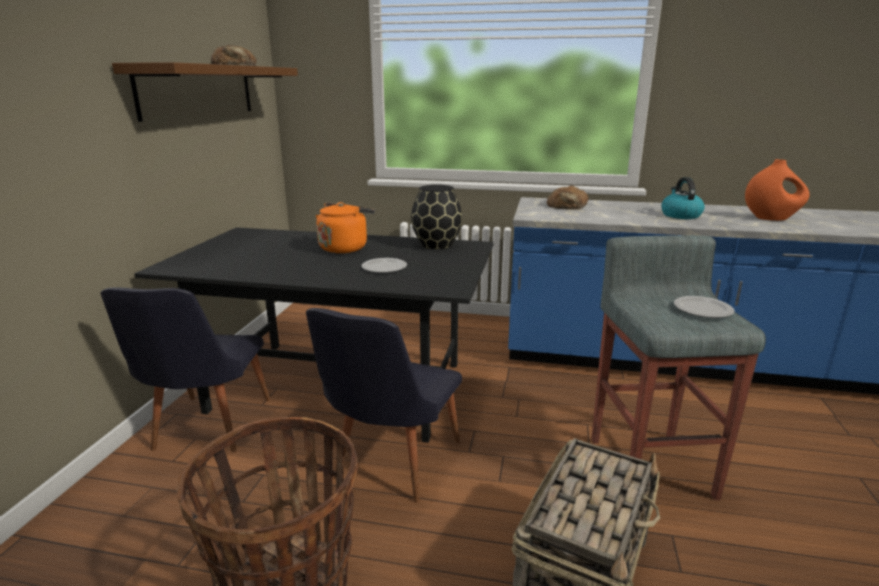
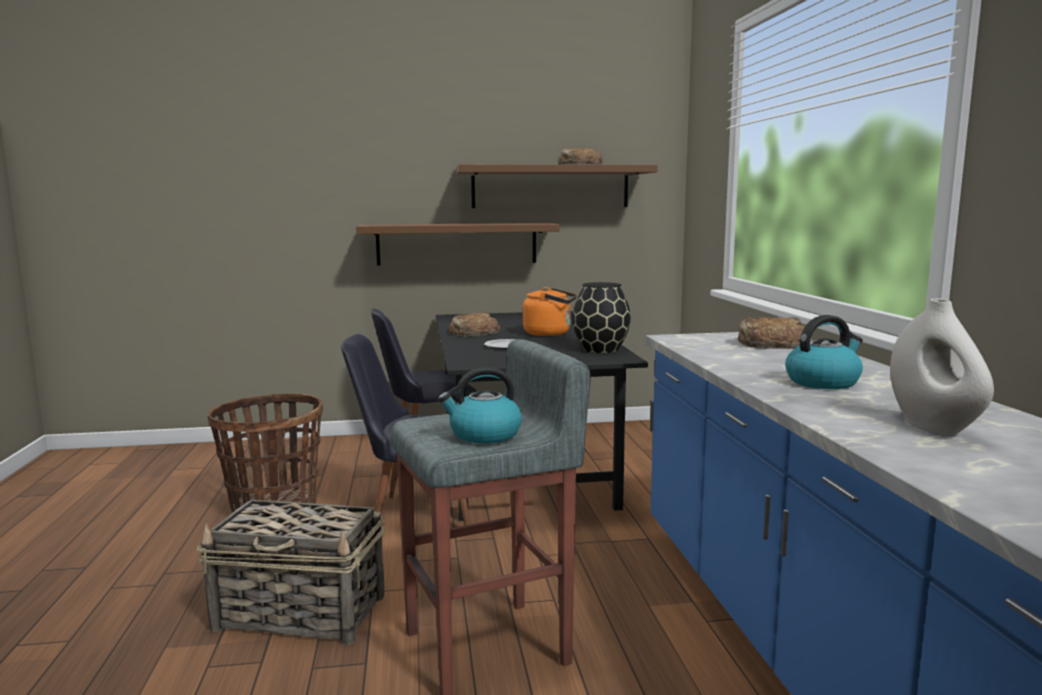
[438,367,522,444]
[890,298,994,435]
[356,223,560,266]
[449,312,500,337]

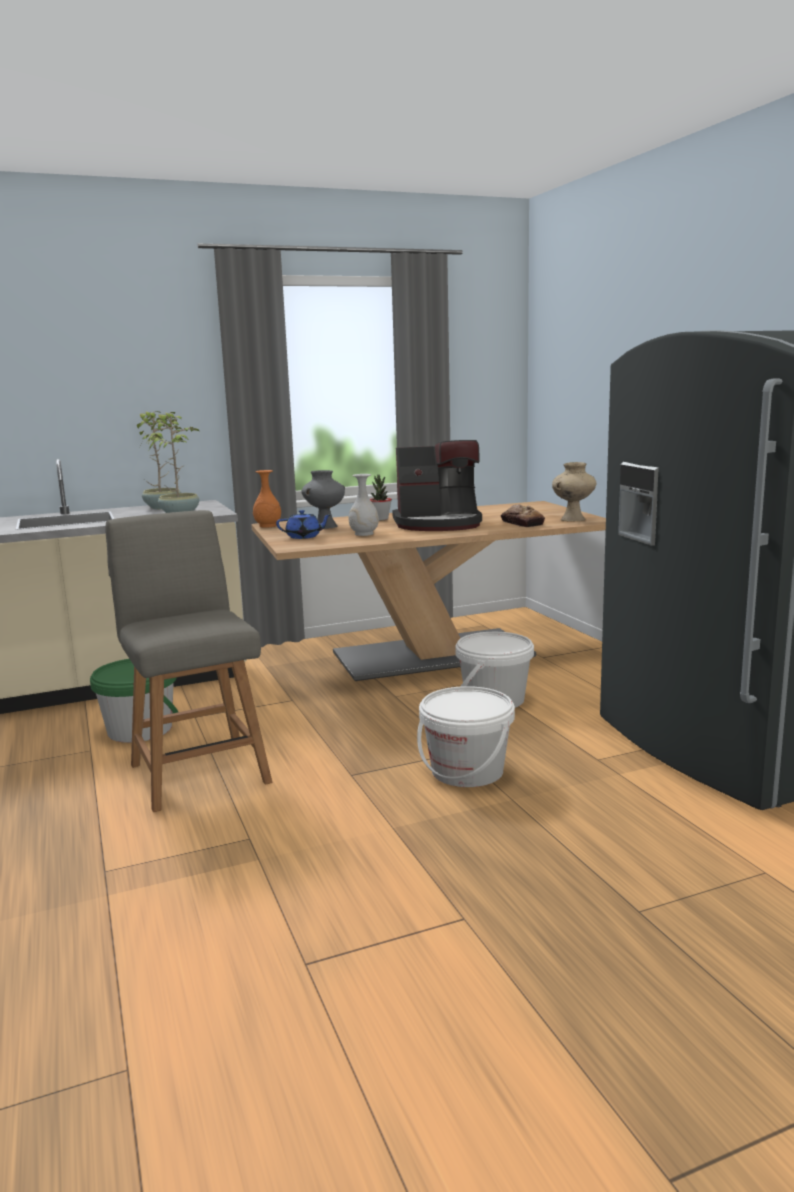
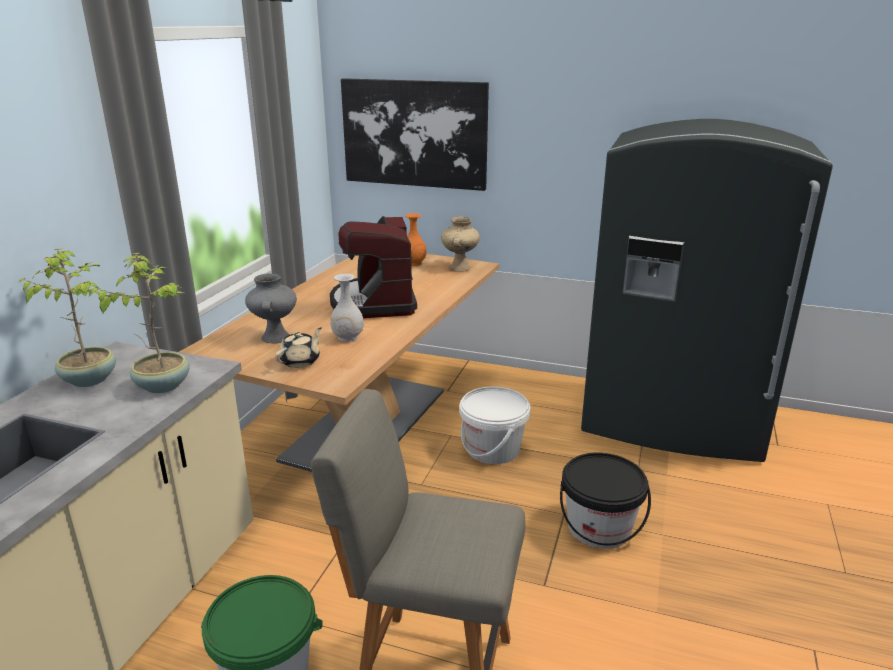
[405,213,427,266]
[275,327,322,368]
[370,475,392,520] (first image)
[330,216,417,318]
[560,453,651,549]
[501,504,545,527] (first image)
[341,78,489,191]

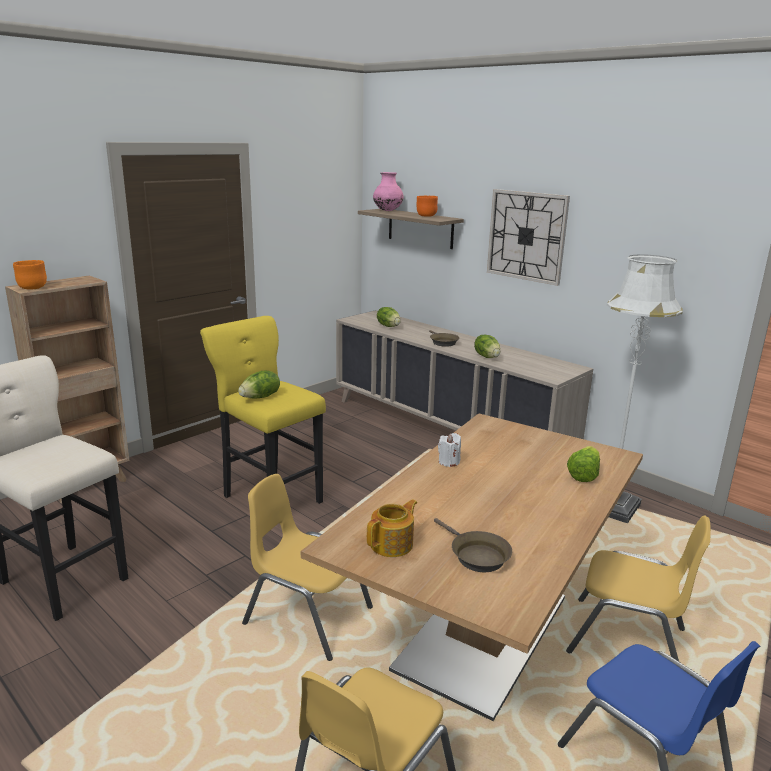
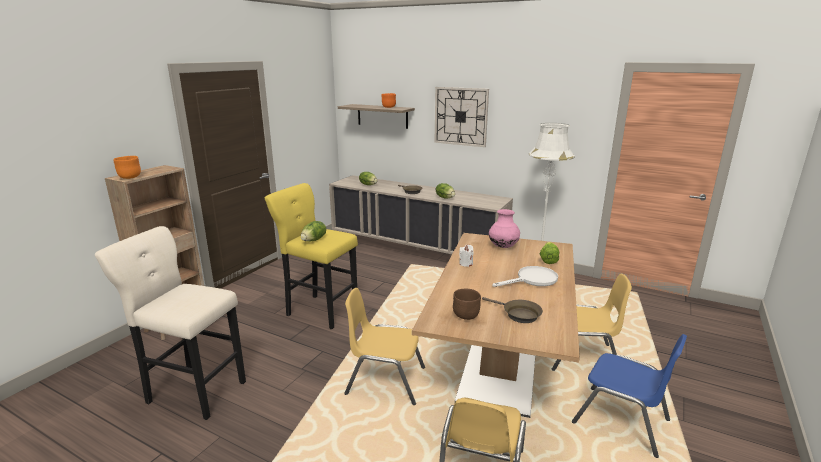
[453,289,481,320]
[489,209,520,248]
[493,266,558,287]

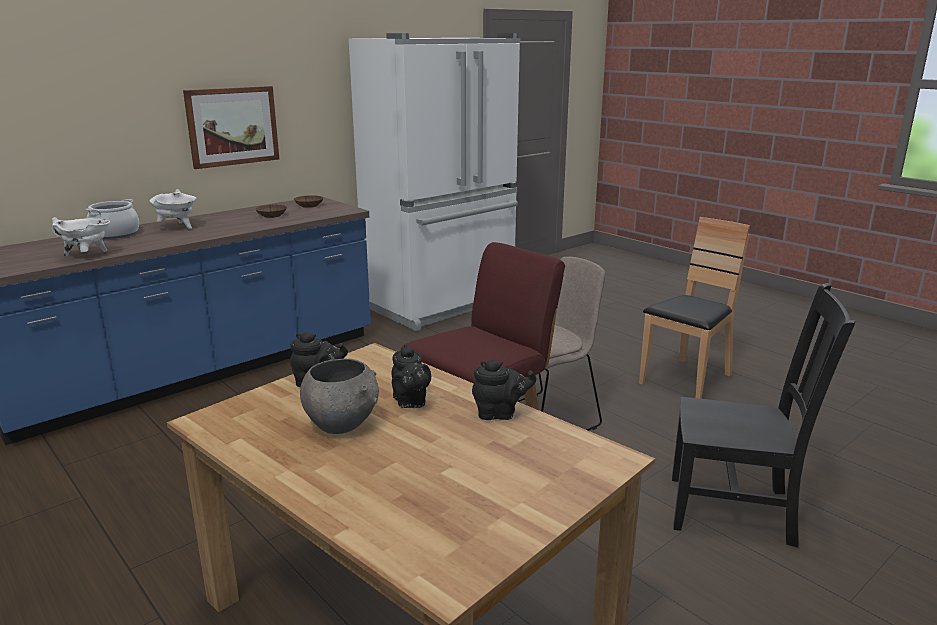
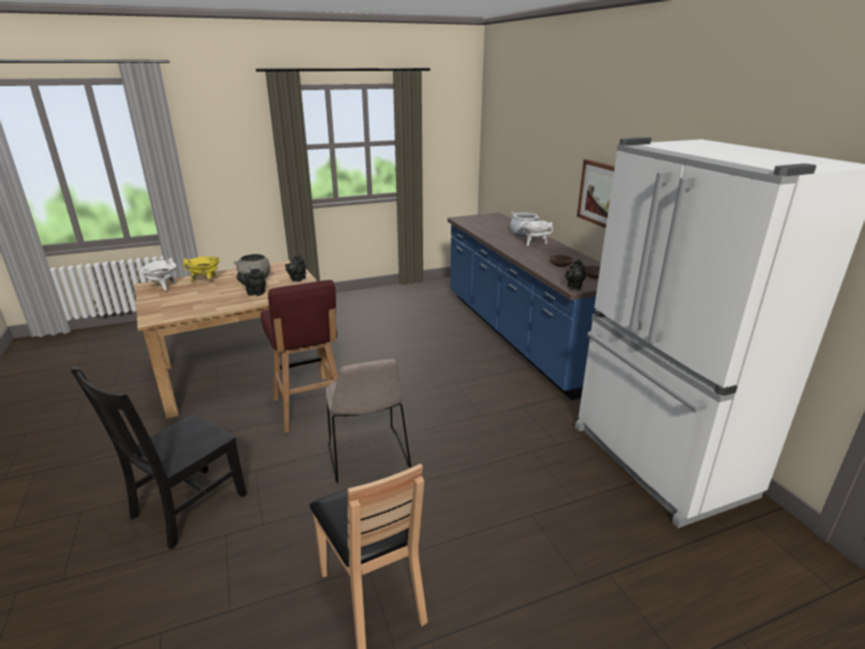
[142,258,177,291]
[565,259,586,291]
[183,256,220,282]

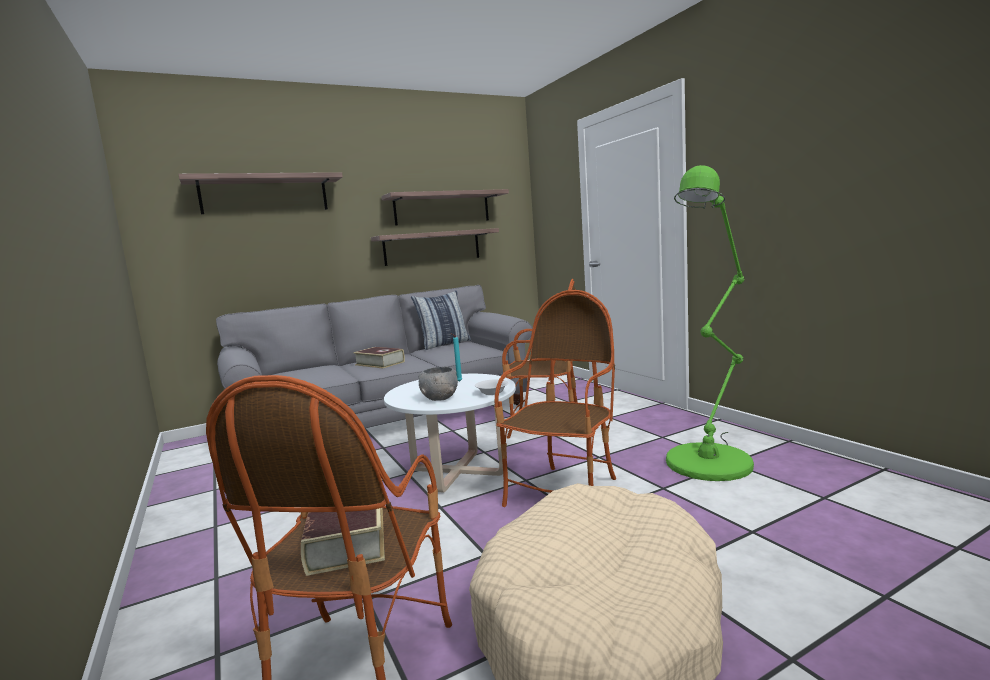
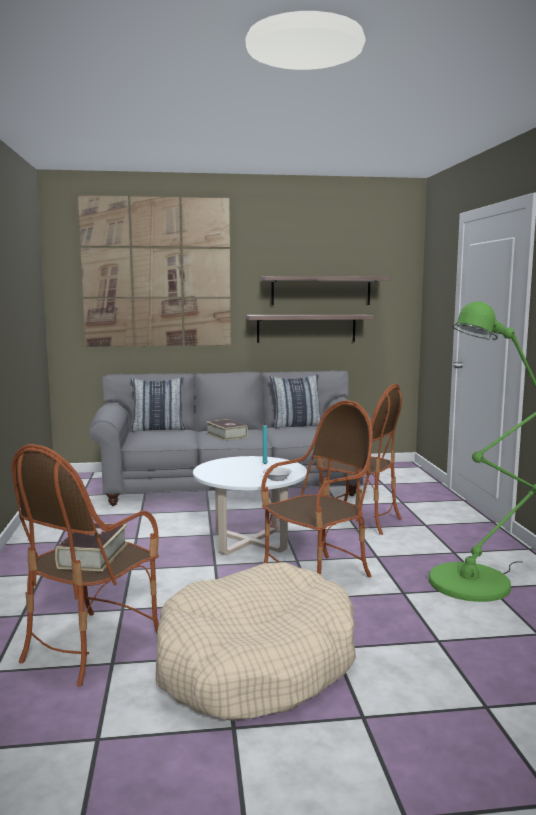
[78,195,231,347]
[418,367,458,401] (first image)
[131,377,185,432]

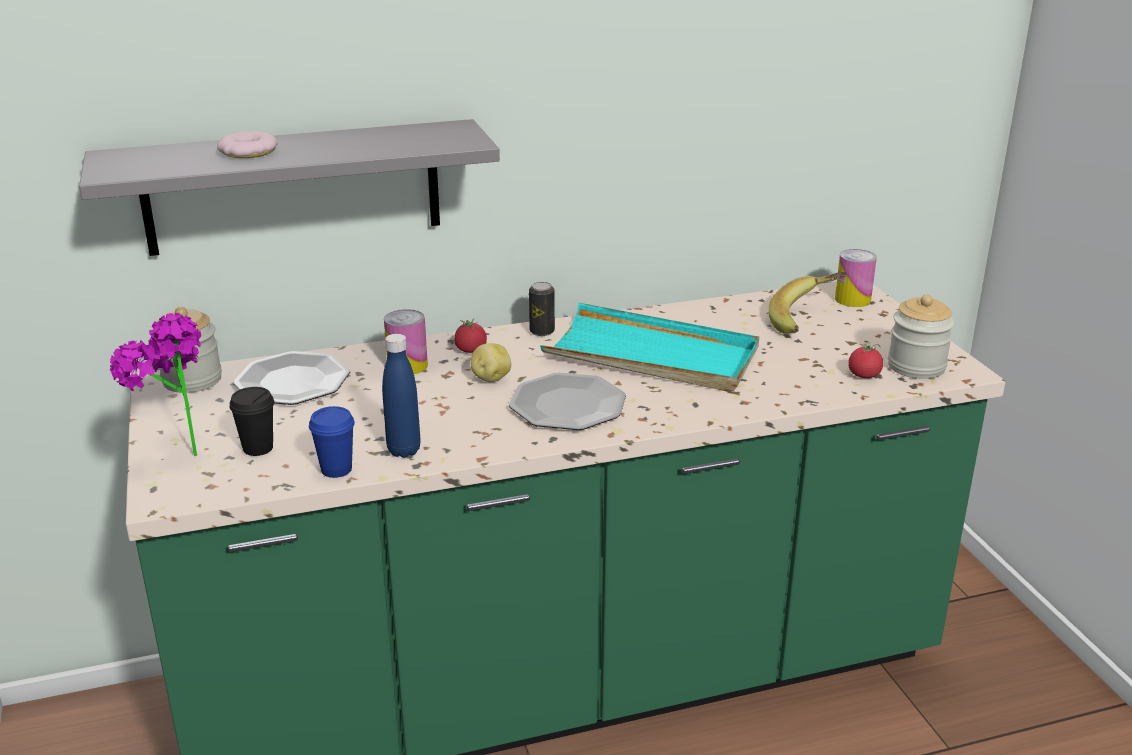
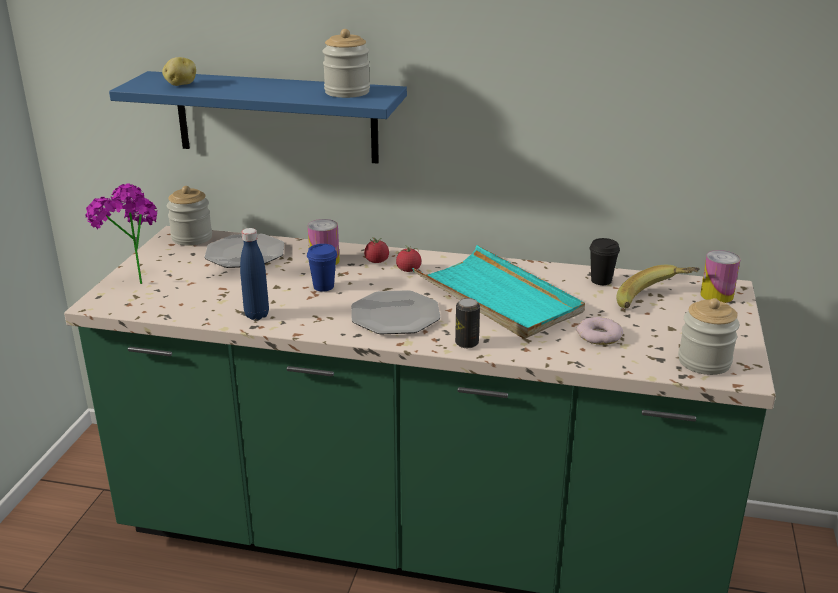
[109,71,407,164]
[576,317,623,345]
[589,238,620,285]
[307,244,337,292]
[162,57,196,86]
[455,298,480,348]
[396,245,421,272]
[322,29,370,98]

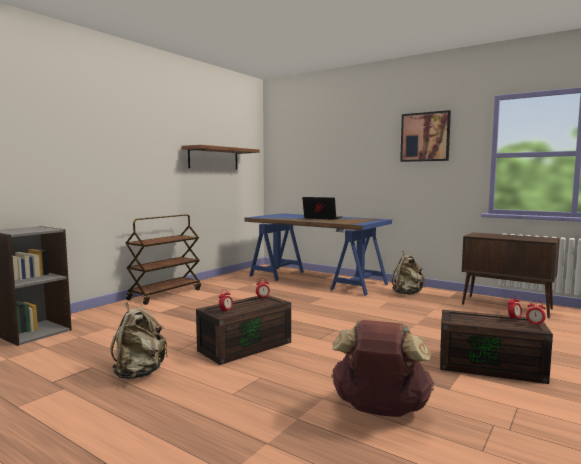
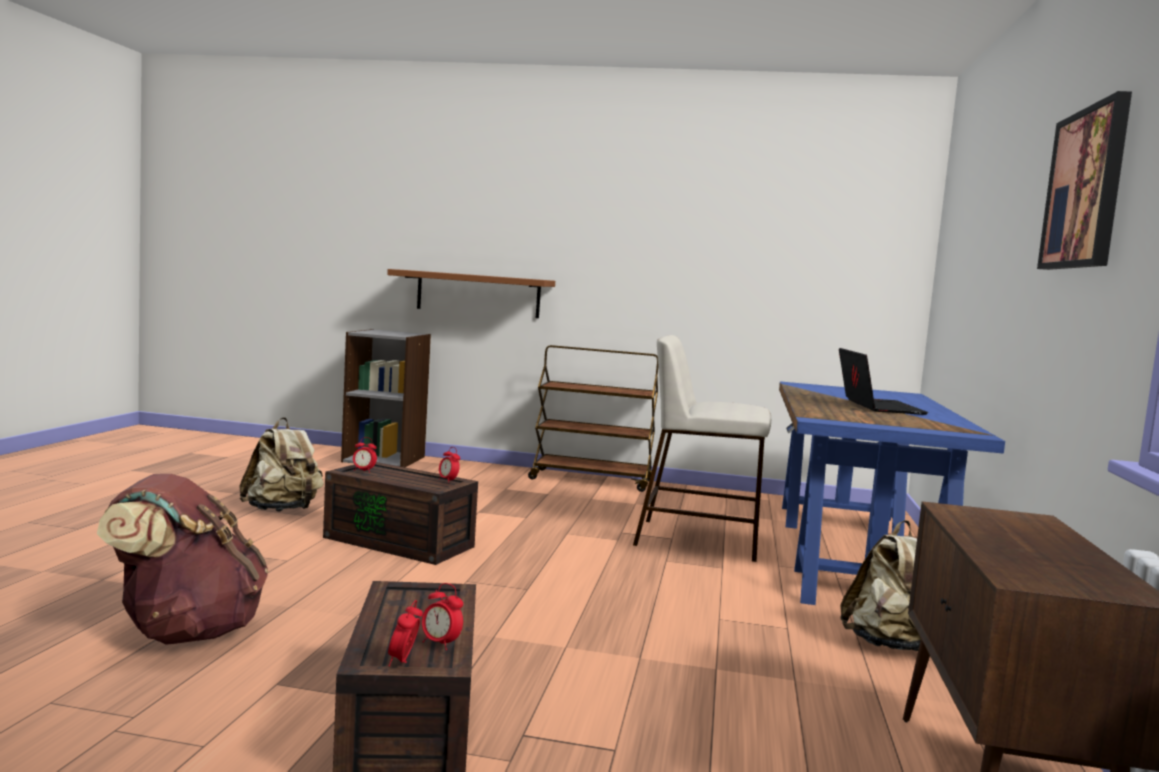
[387,269,555,318]
[633,335,771,562]

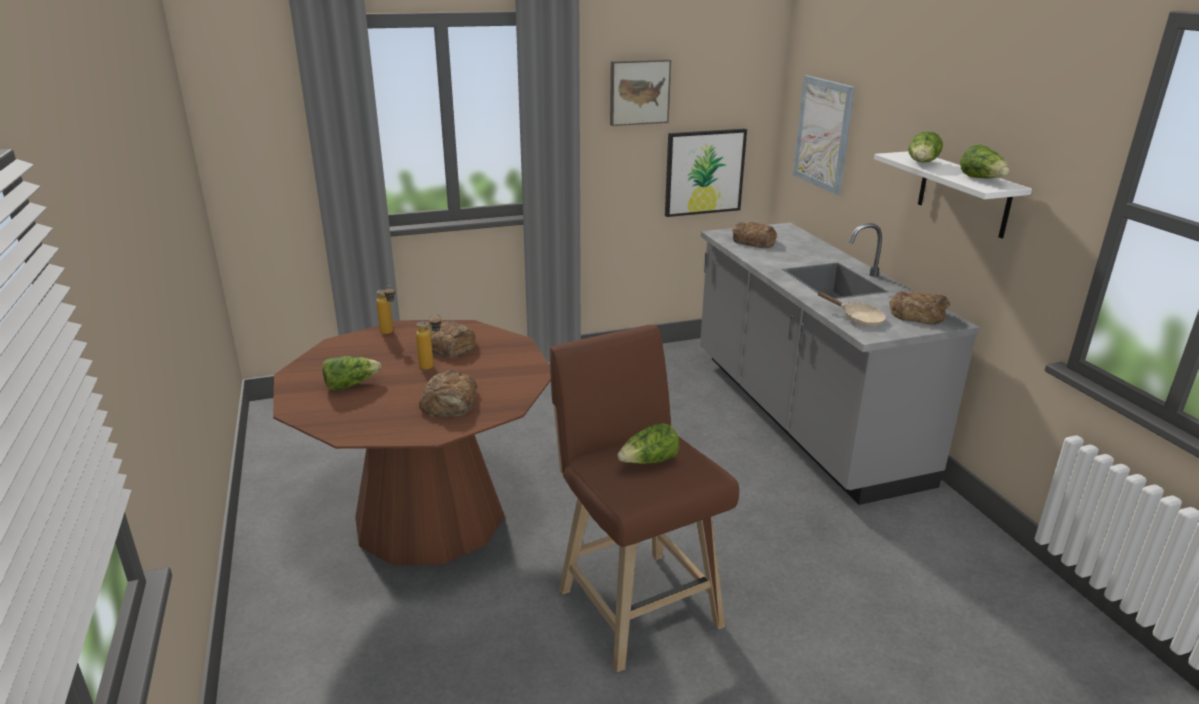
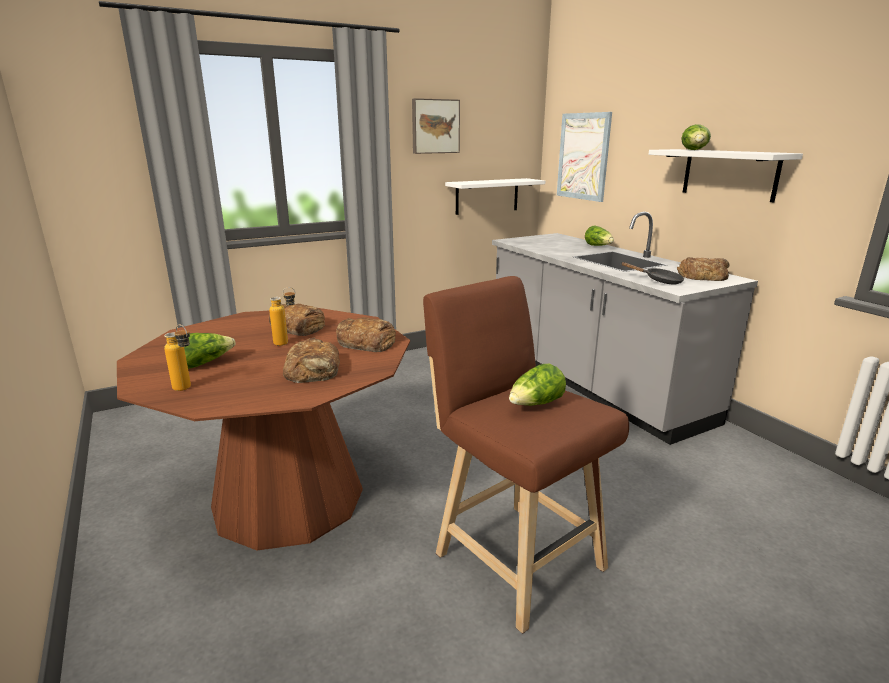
[164,324,191,391]
[445,178,545,215]
[336,317,396,352]
[621,262,684,284]
[585,226,614,246]

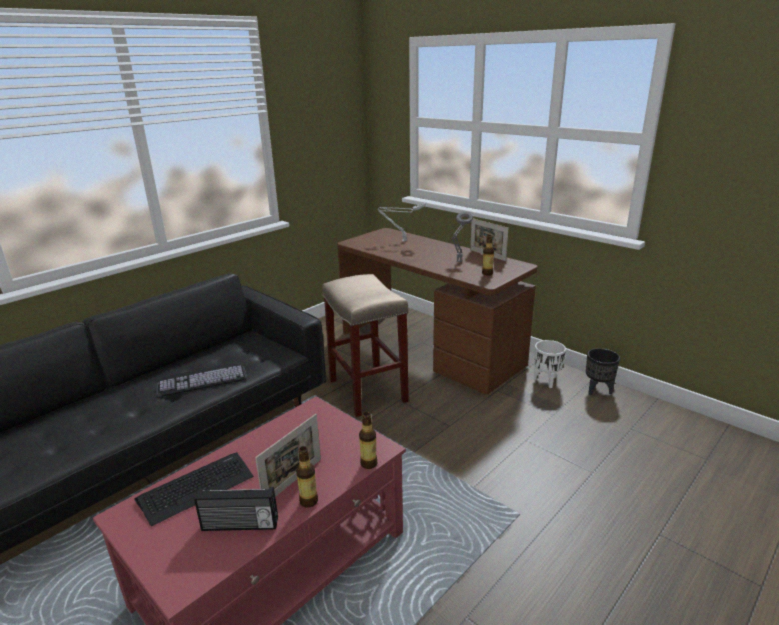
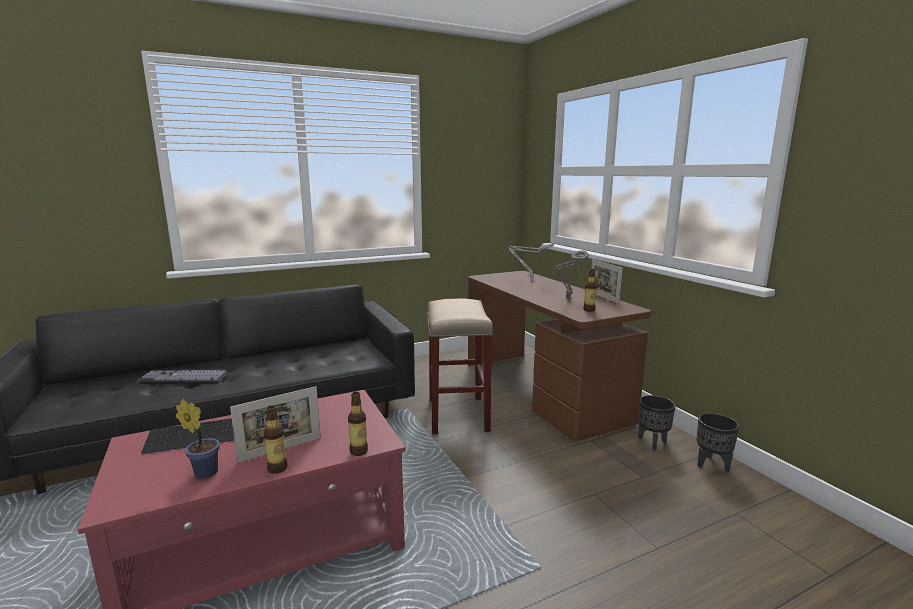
[136,368,229,383]
[176,399,220,479]
[638,395,676,451]

